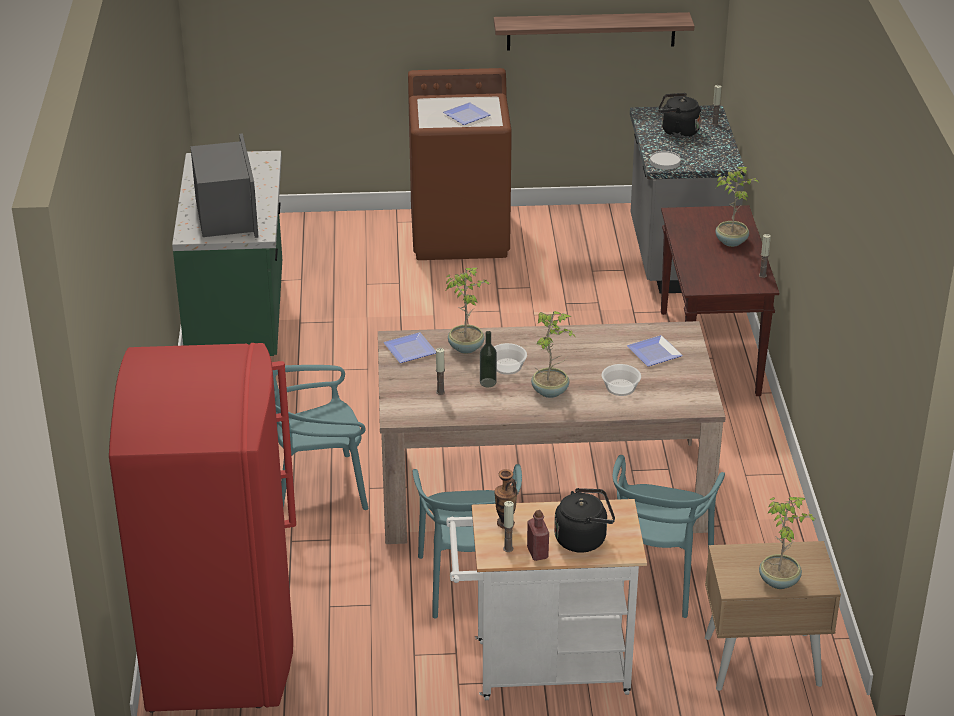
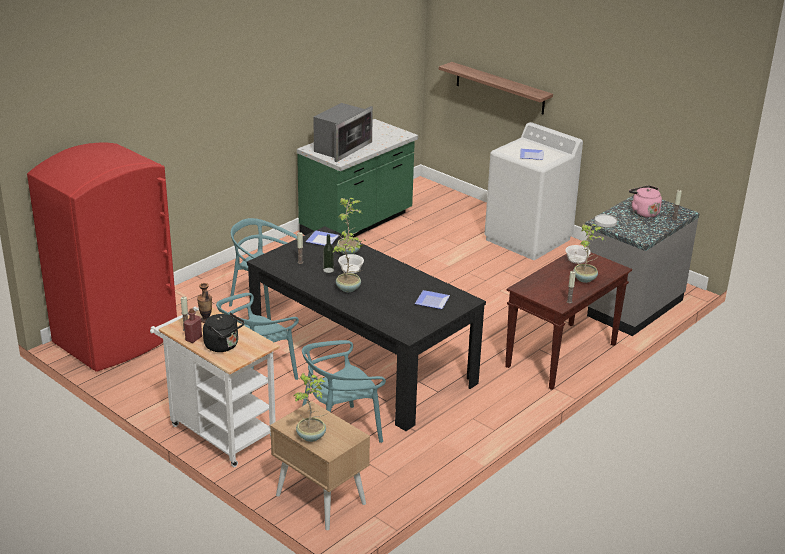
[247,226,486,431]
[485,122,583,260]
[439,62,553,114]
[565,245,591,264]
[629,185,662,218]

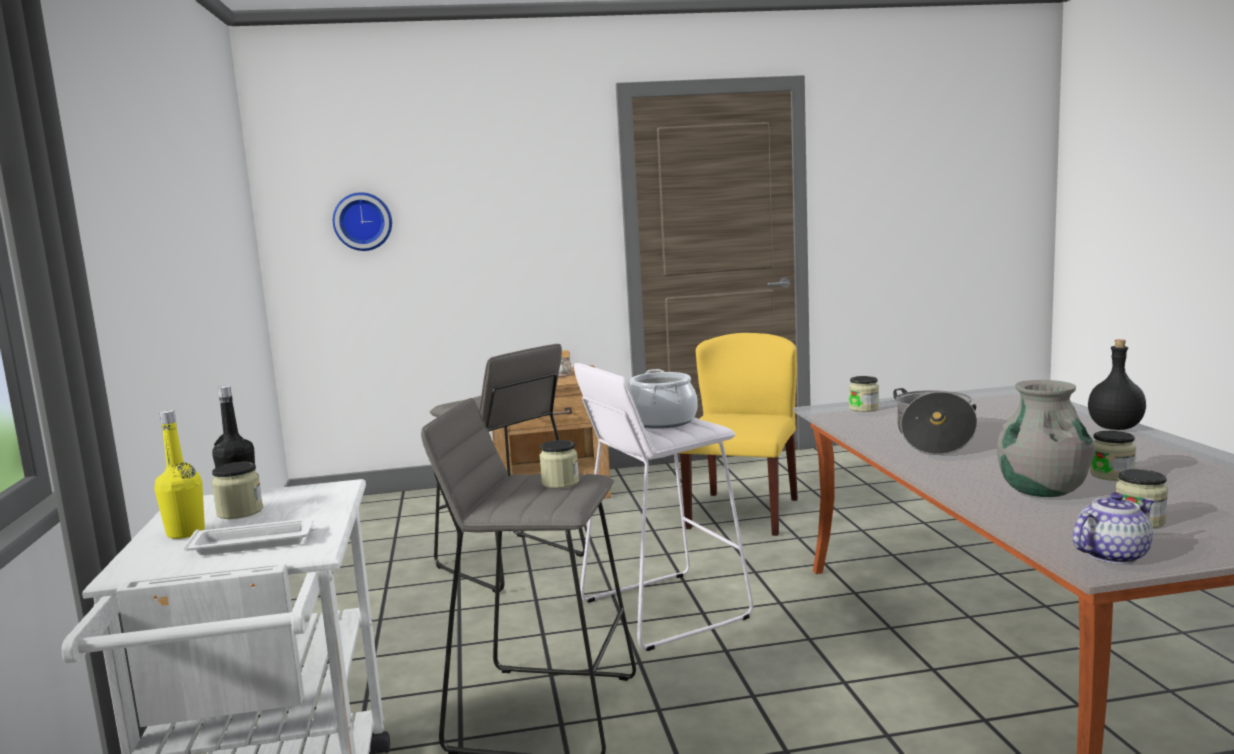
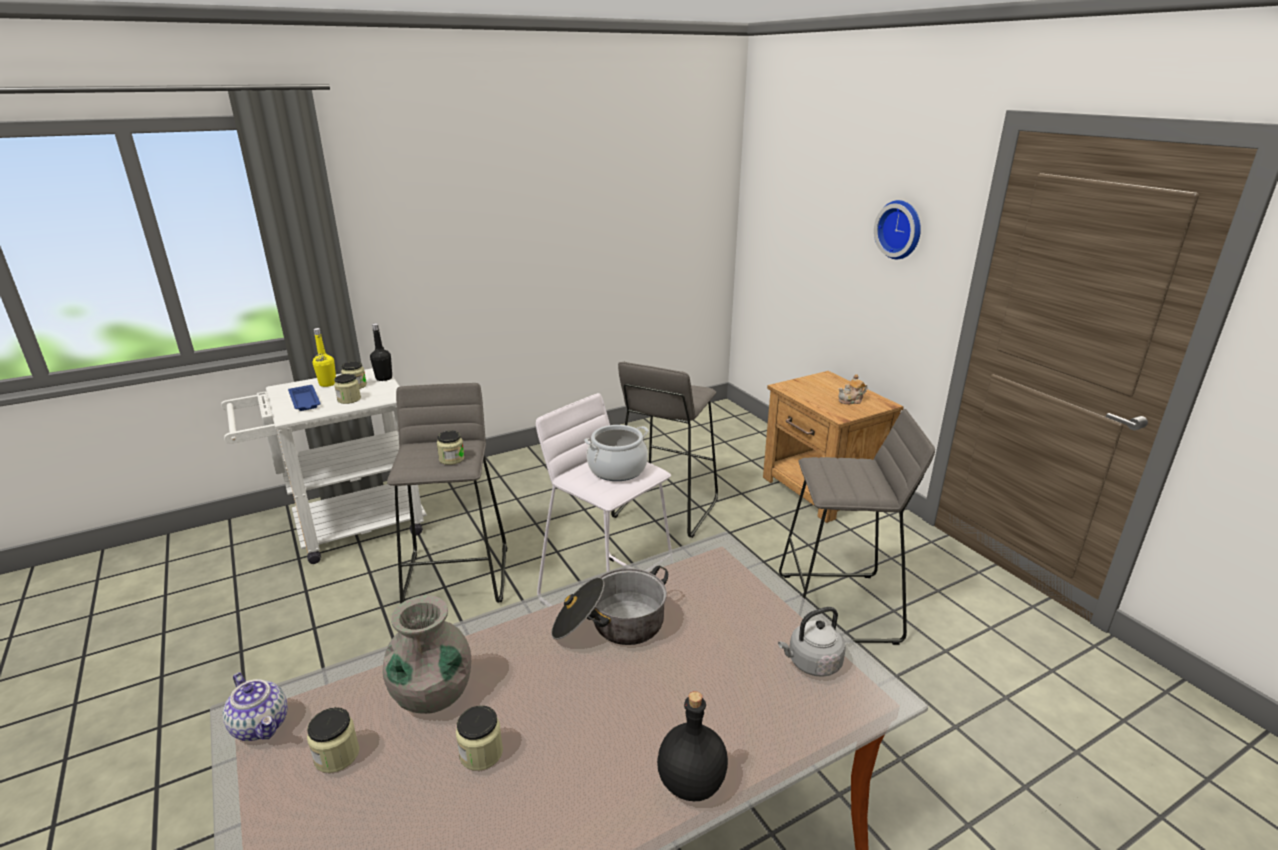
[288,385,321,411]
[874,200,921,259]
[779,409,935,645]
[334,374,361,404]
[778,607,846,677]

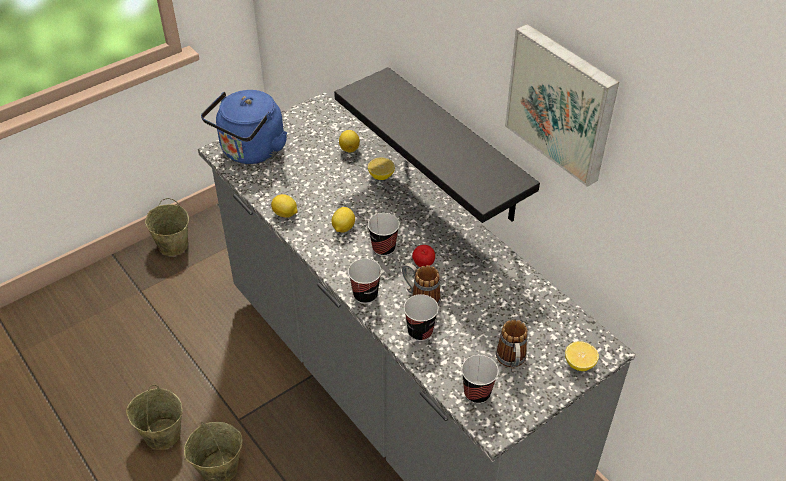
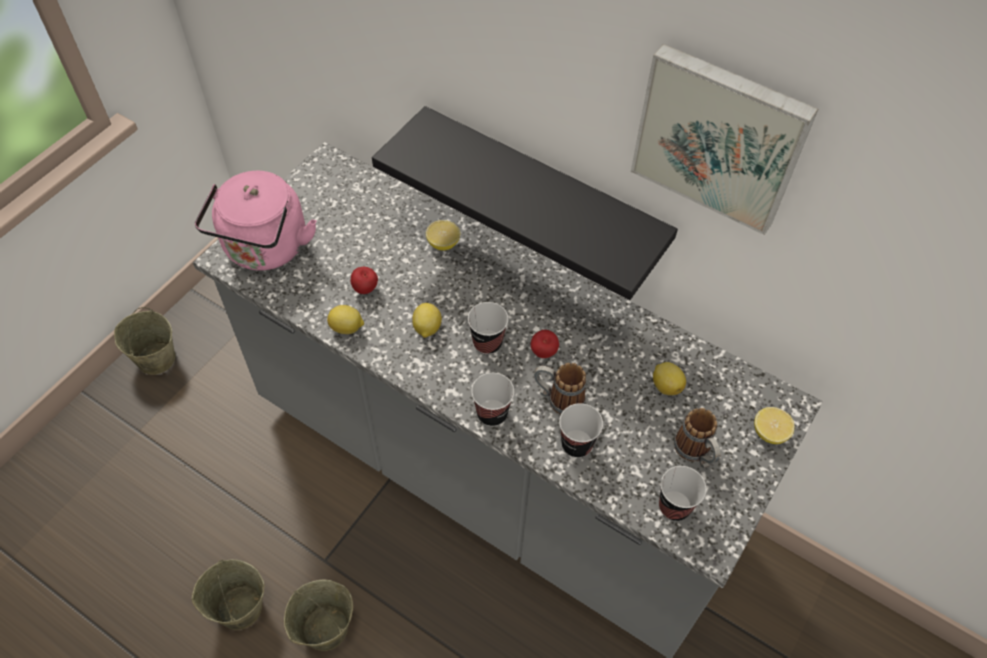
[195,171,317,270]
[653,362,686,395]
[351,267,378,294]

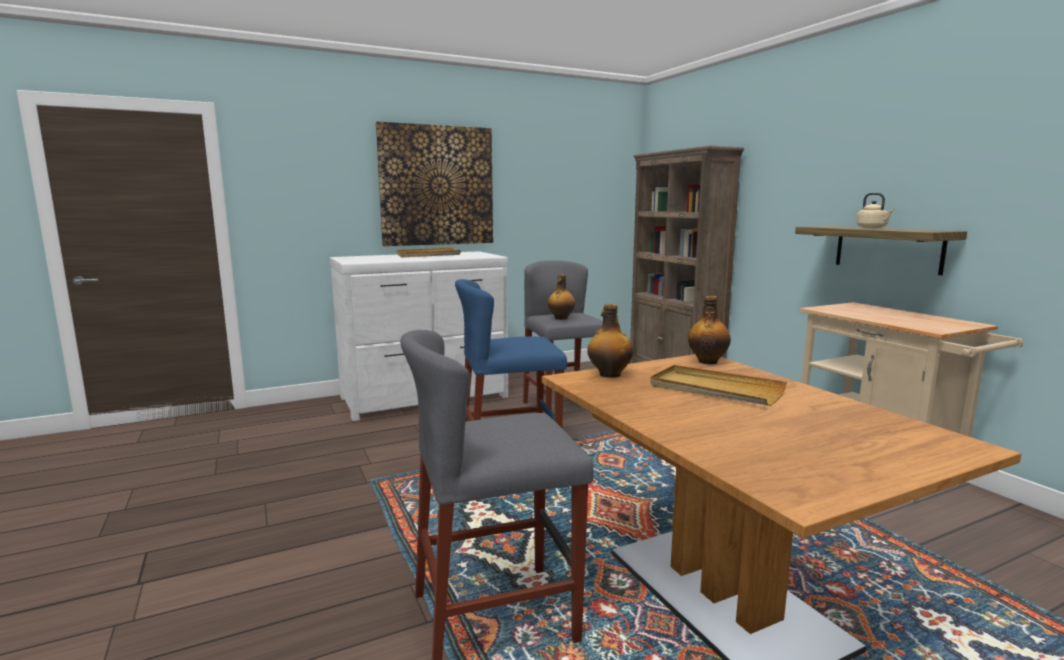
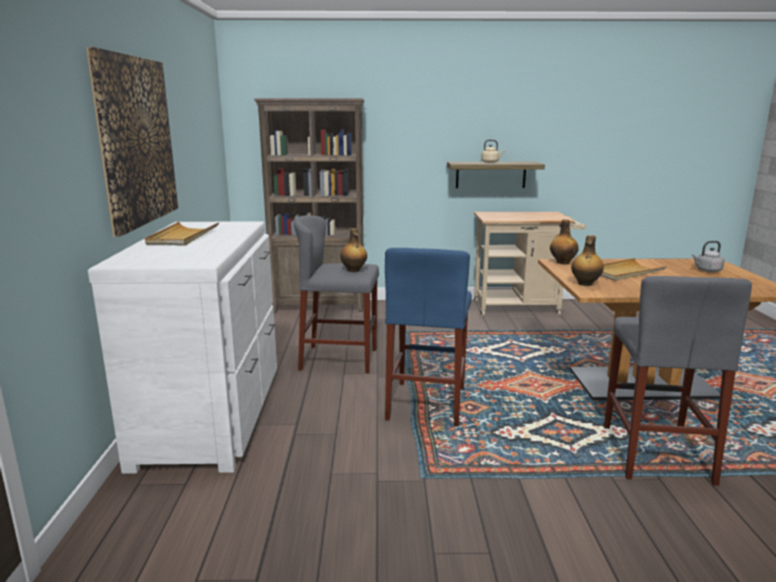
[692,241,725,272]

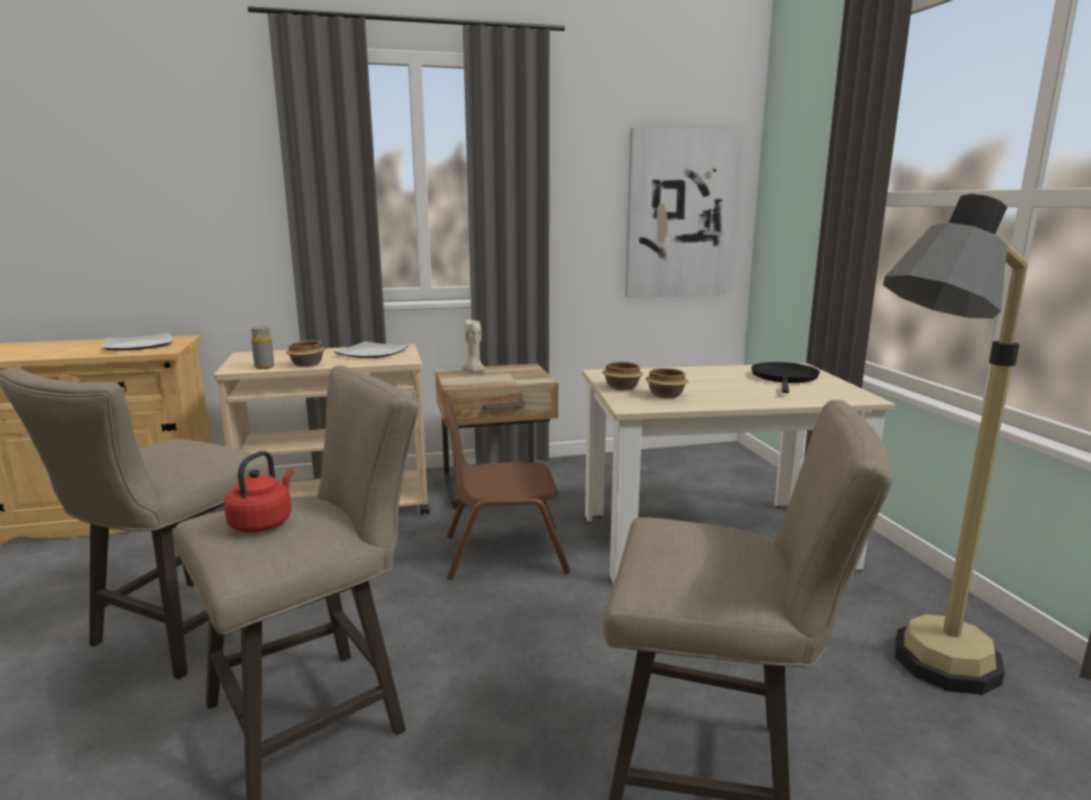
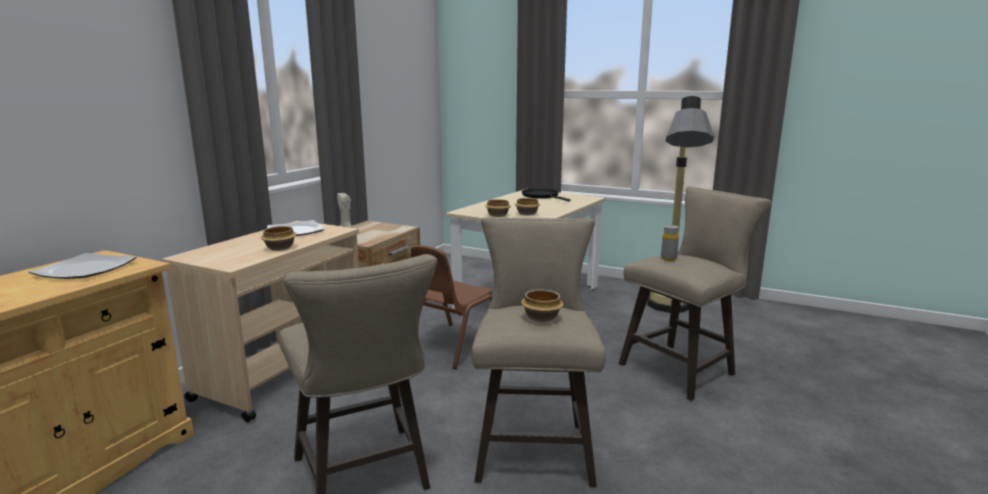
[521,289,563,322]
[661,225,679,261]
[625,128,738,298] (first image)

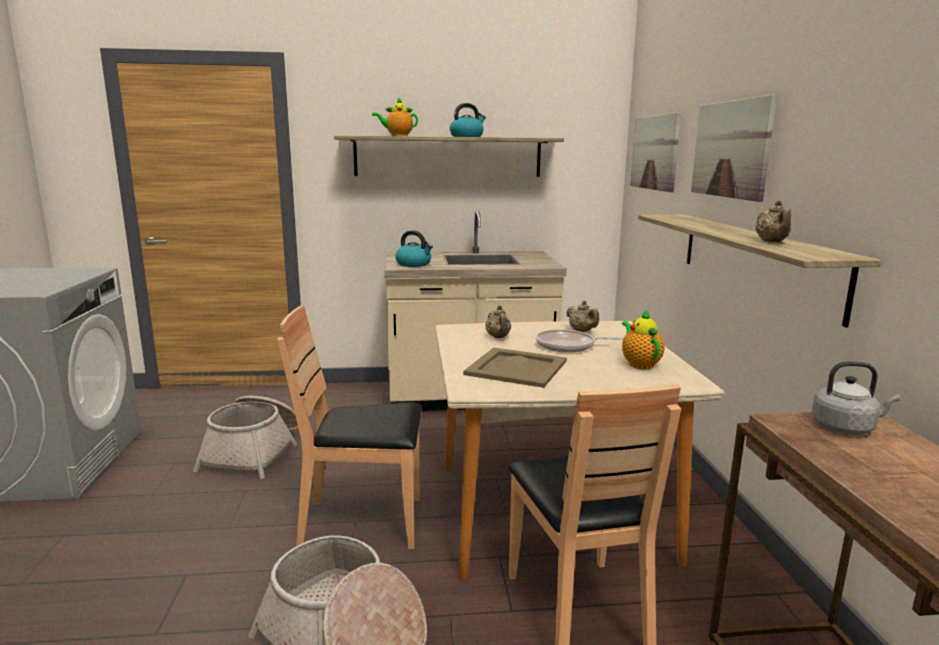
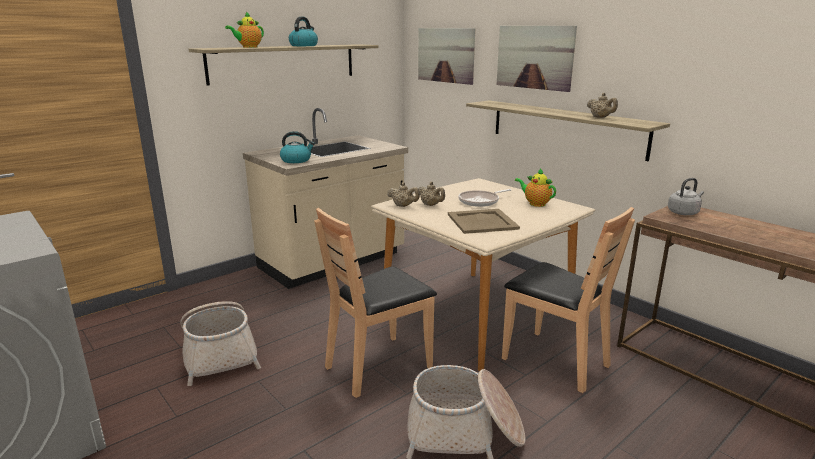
[387,182,420,207]

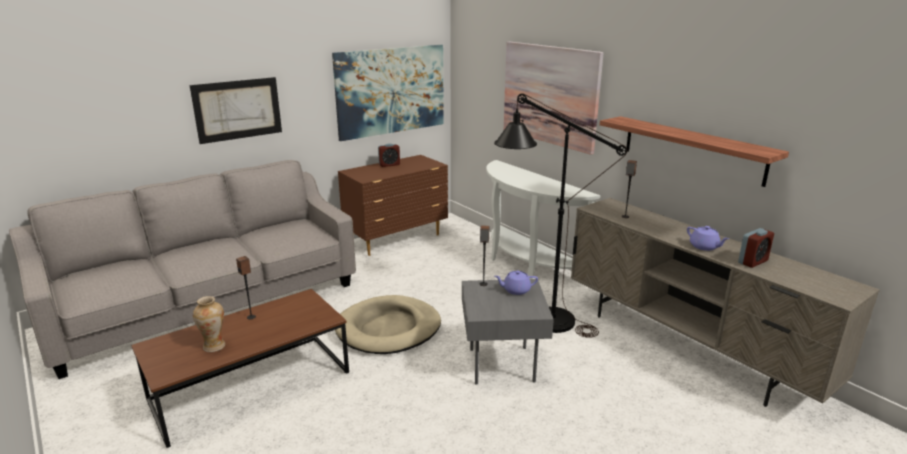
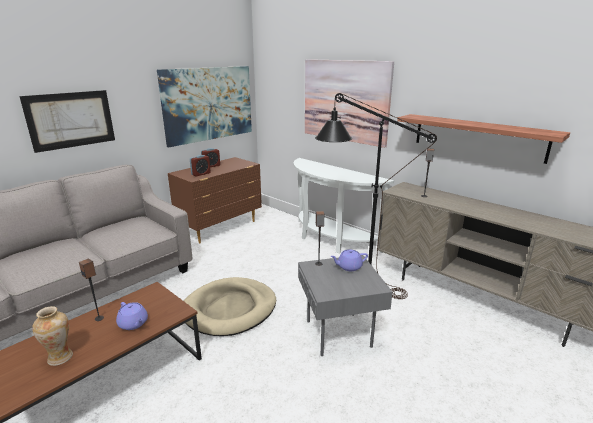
[116,302,148,330]
[190,155,211,177]

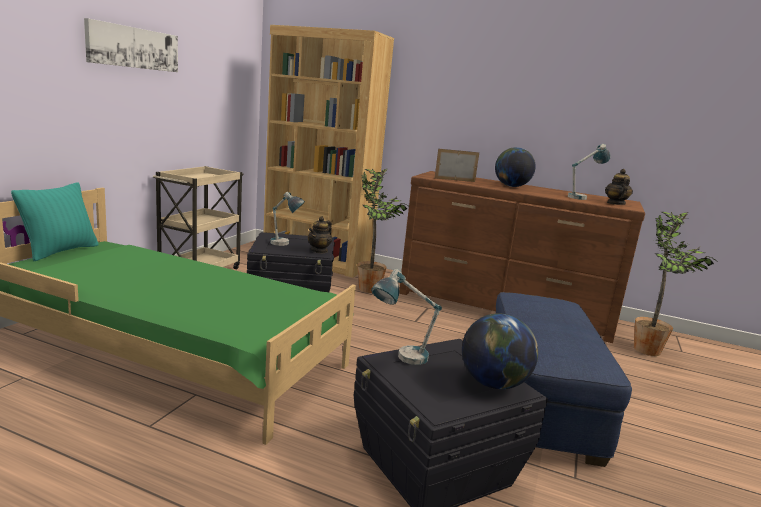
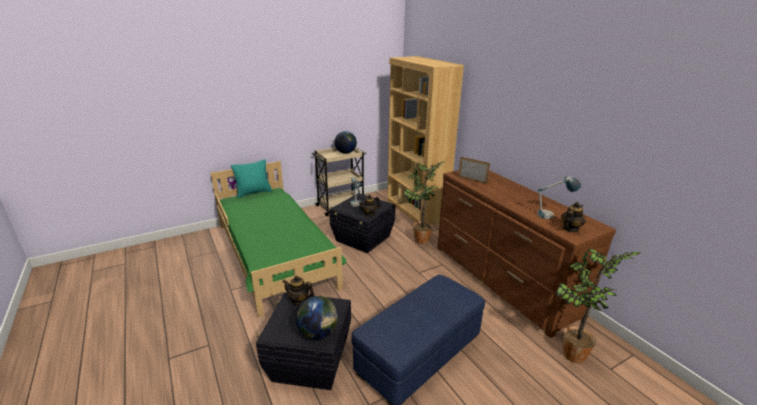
[84,18,178,72] (first image)
[283,276,314,306]
[334,131,357,154]

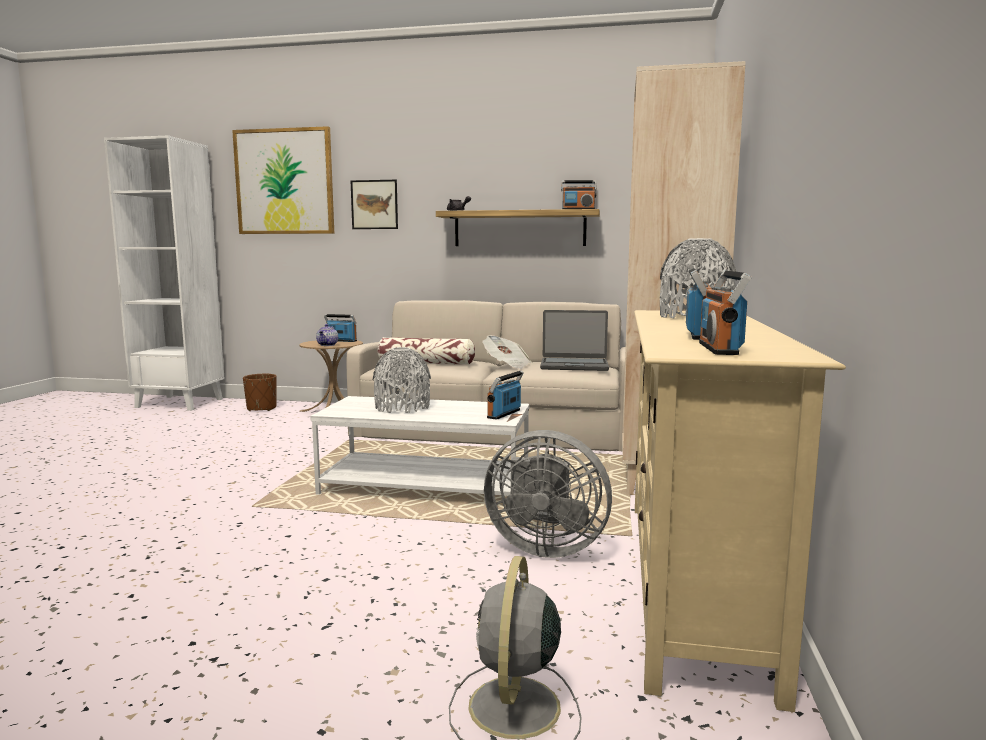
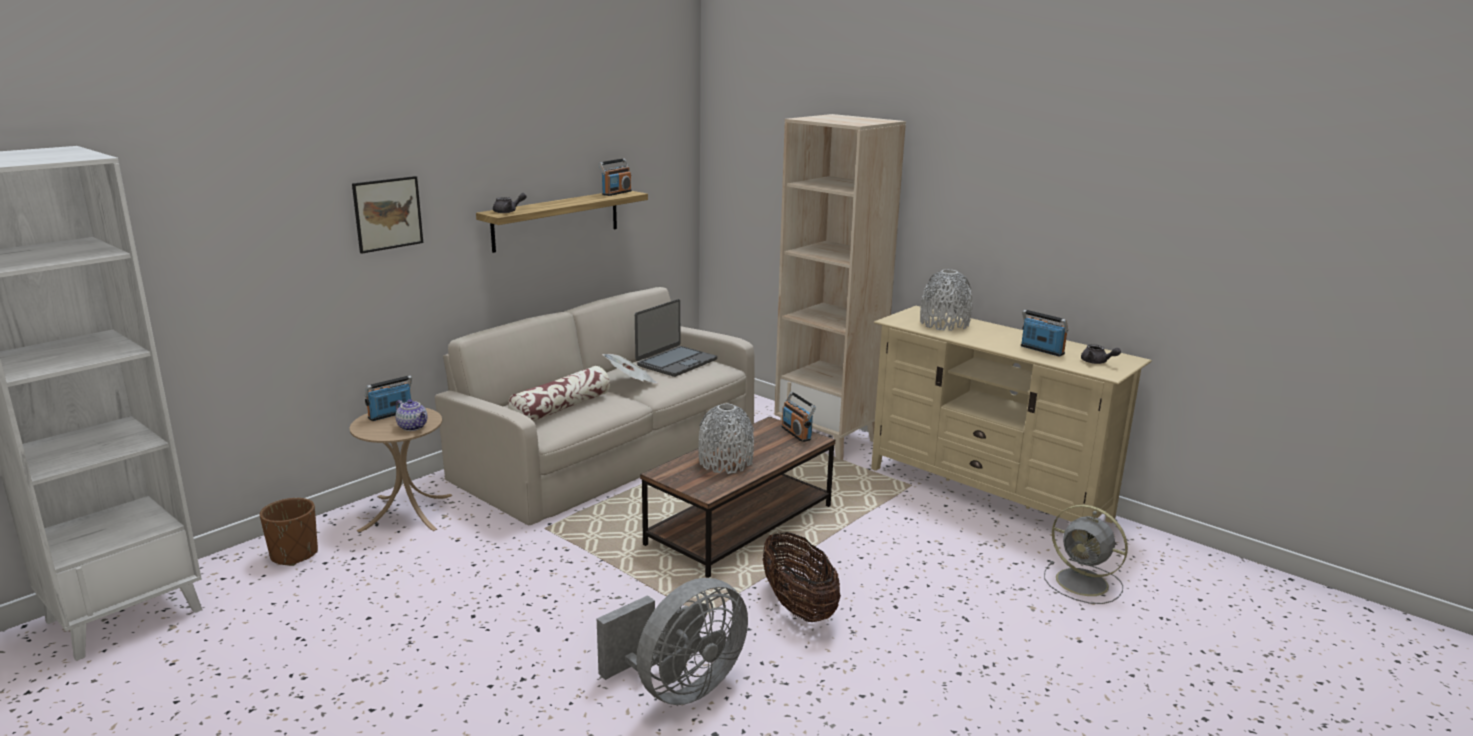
[232,126,334,234] (first image)
[640,416,835,578]
[597,578,748,705]
[1081,344,1121,364]
[763,532,841,622]

